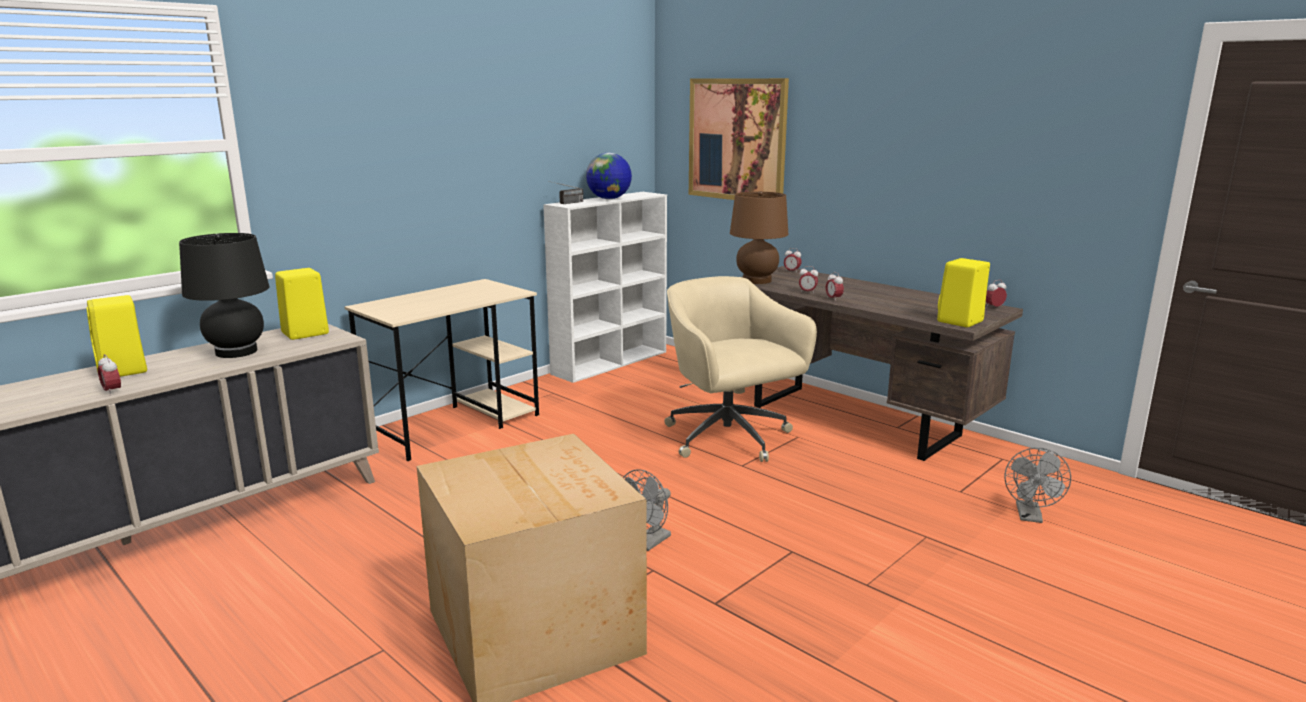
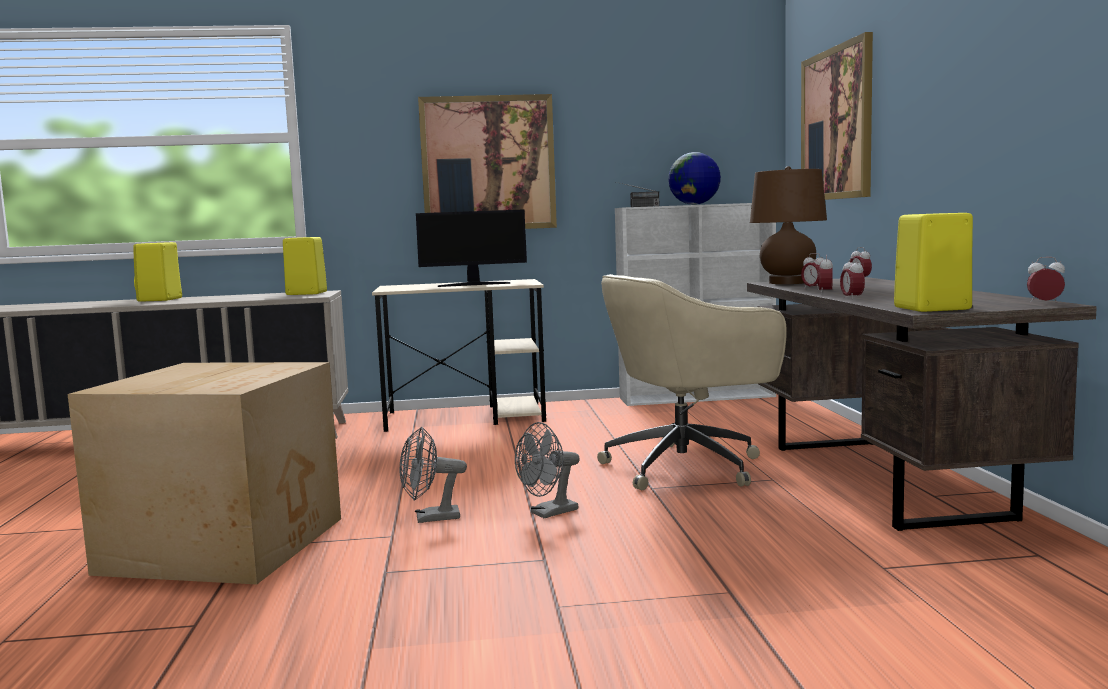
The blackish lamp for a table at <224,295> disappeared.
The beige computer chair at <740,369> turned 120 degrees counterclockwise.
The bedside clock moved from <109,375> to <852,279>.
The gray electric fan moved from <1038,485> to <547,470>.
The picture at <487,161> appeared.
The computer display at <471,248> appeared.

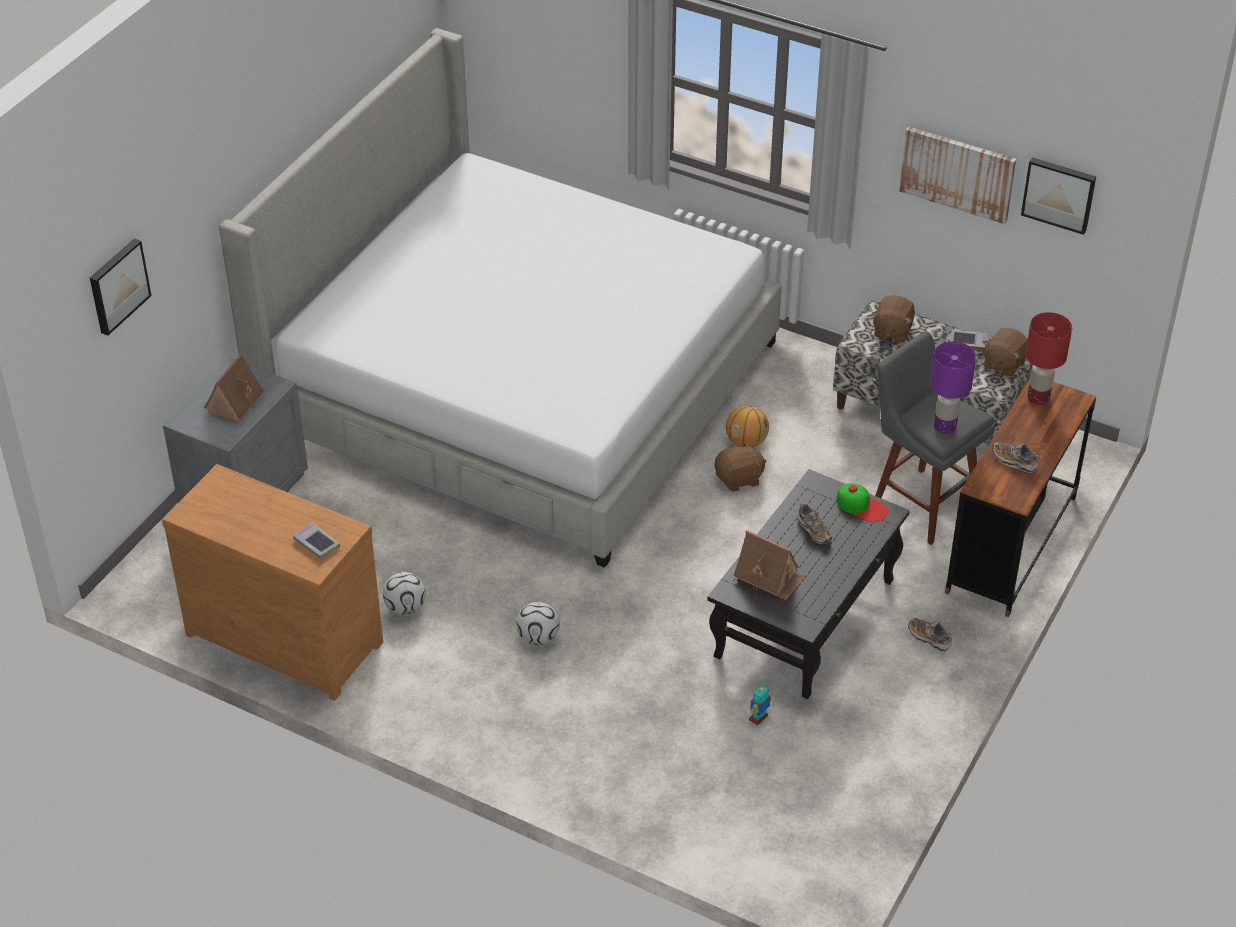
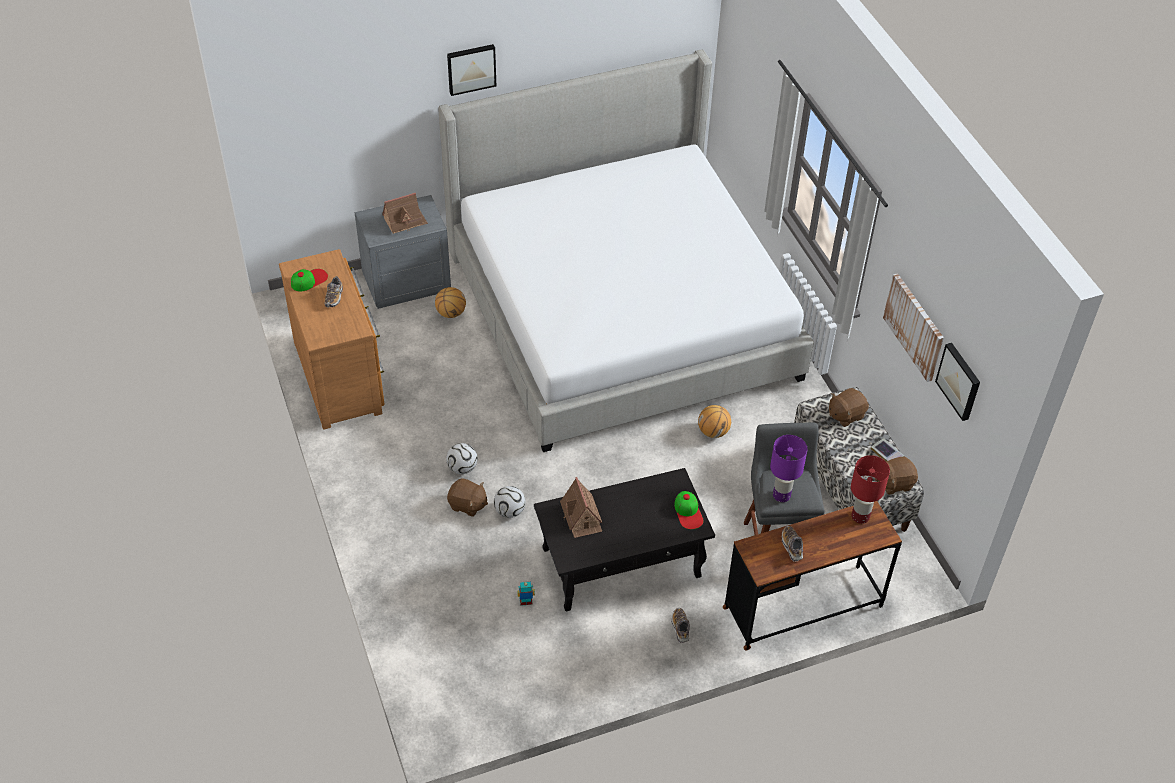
The picture moved from <120,287> to <471,70>.
The brown-coloured plush toy moved from <740,466> to <467,497>.
The low shoe moved from <814,523> to <334,292>.
The book at <316,540> disappeared.
The football ball moved from <404,593> to <510,502>.
The peaked cap at <309,280> appeared.
The basketball ball at <450,302> appeared.

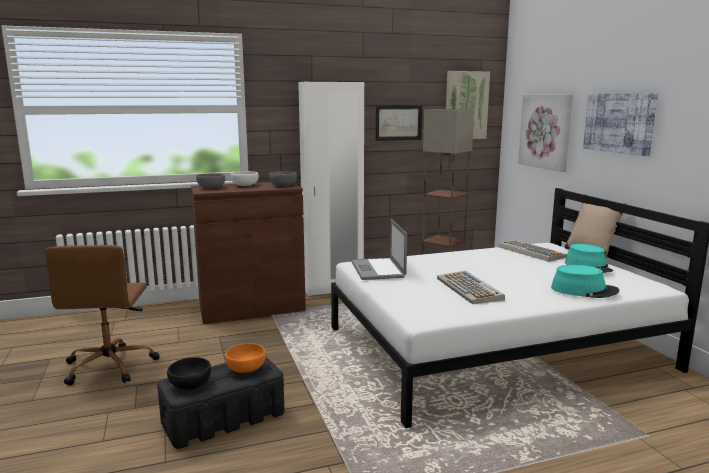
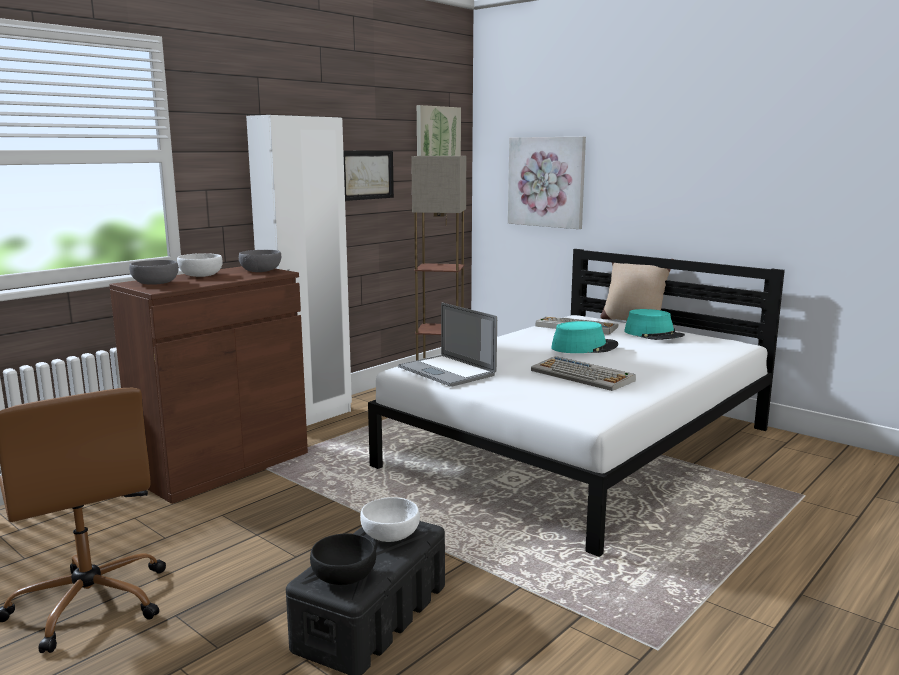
The picture at <620,124> disappeared.
The turquoise hat moved from <585,281> to <584,337>.
The orange-coloured deep dish at <245,358> became the white-coloured deep dish at <390,519>.

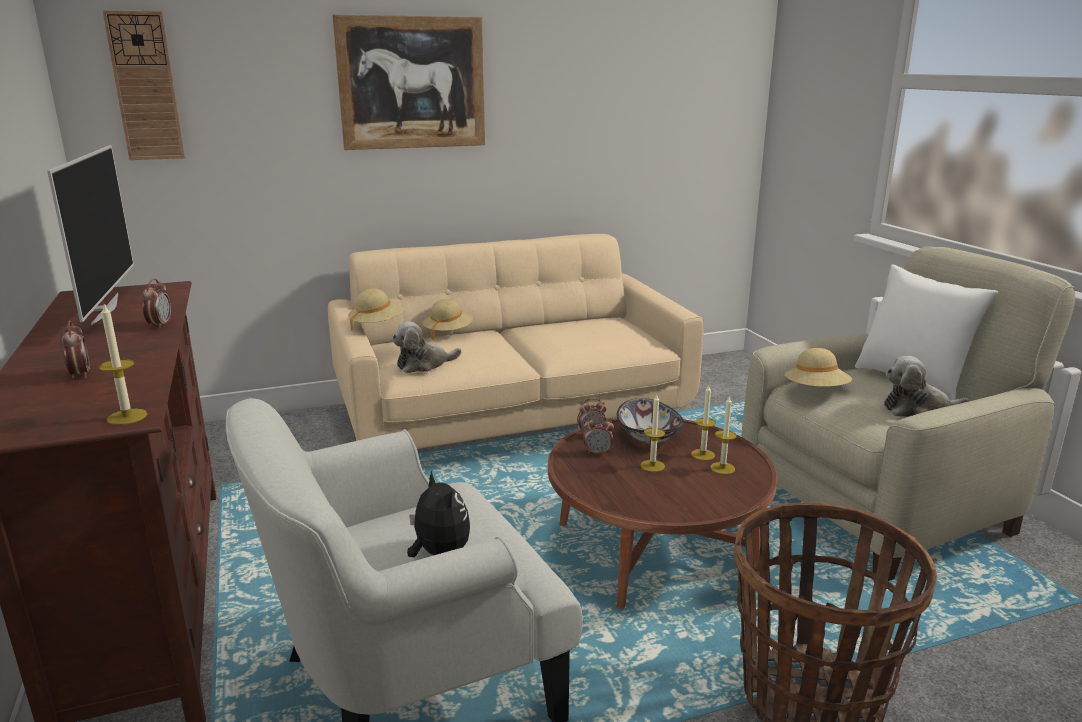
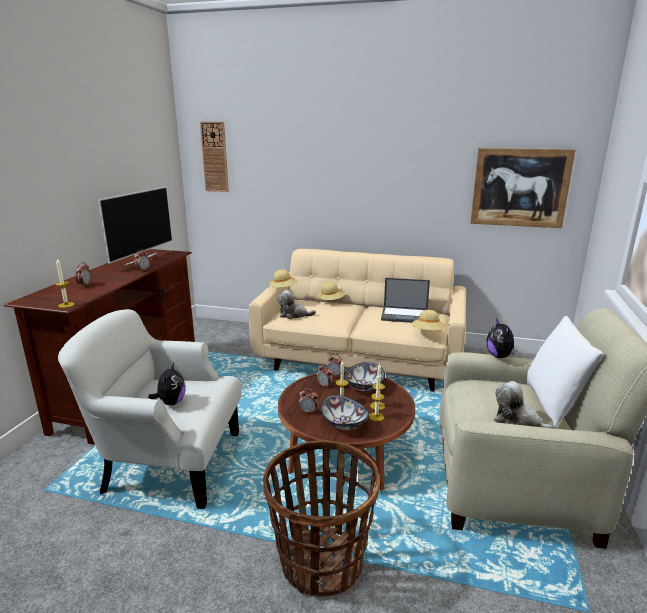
The picture moved from <408,82> to <522,188>.
The beige hat moved from <818,367> to <429,320>.
The portable computer at <405,300> appeared.
The plush toy at <502,338> appeared.
The bedside clock at <308,401> appeared.
The deep dish at <344,412> appeared.

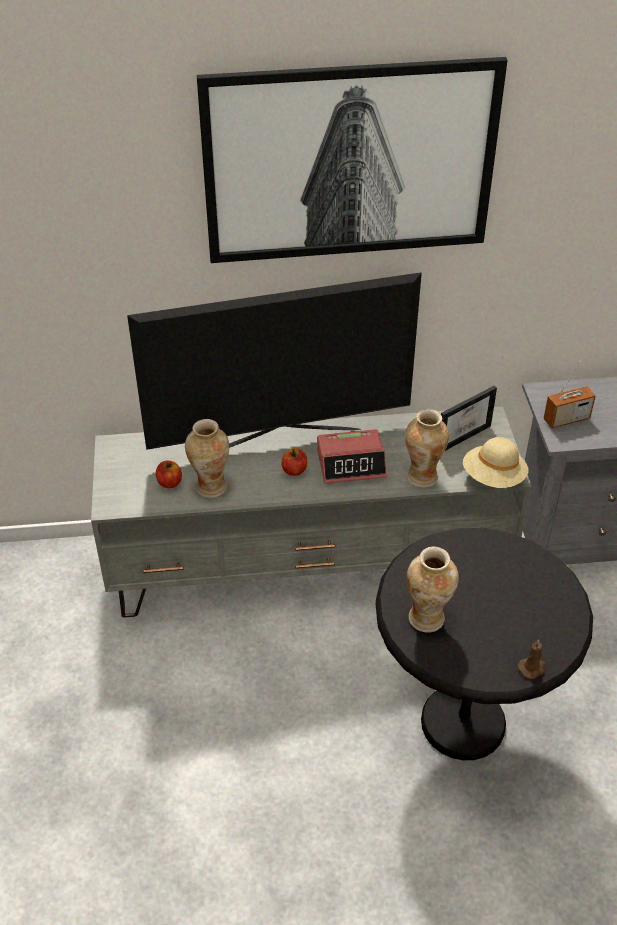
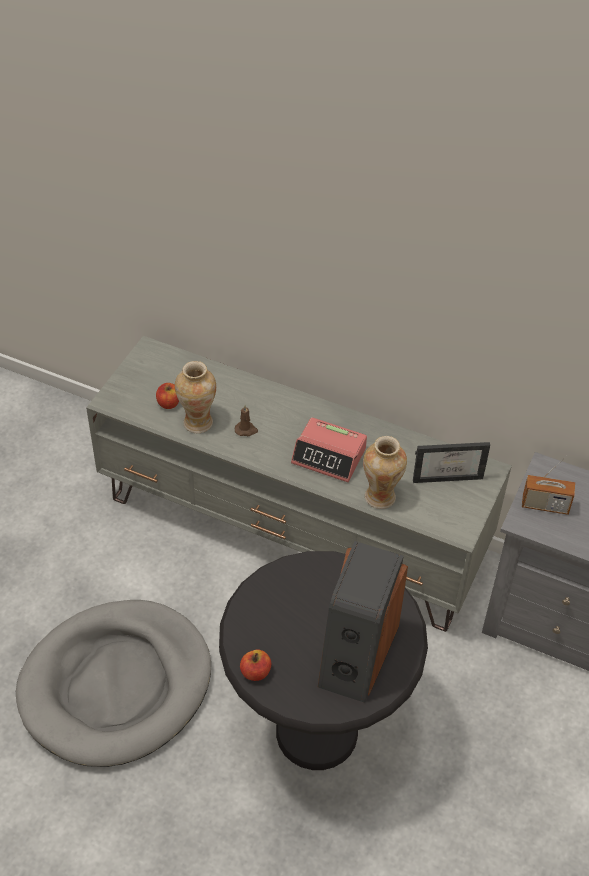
The picture at <352,160> disappeared.
The TV set at <274,361> disappeared.
The beige hat at <495,462> disappeared.
The apple moved from <294,462> to <255,665>.
The decorative vase at <433,590> disappeared.
The brown-coloured wax light moved from <532,659> to <246,420>.
The audio speaker at <363,622> appeared.
The gray dog cushion at <113,683> appeared.

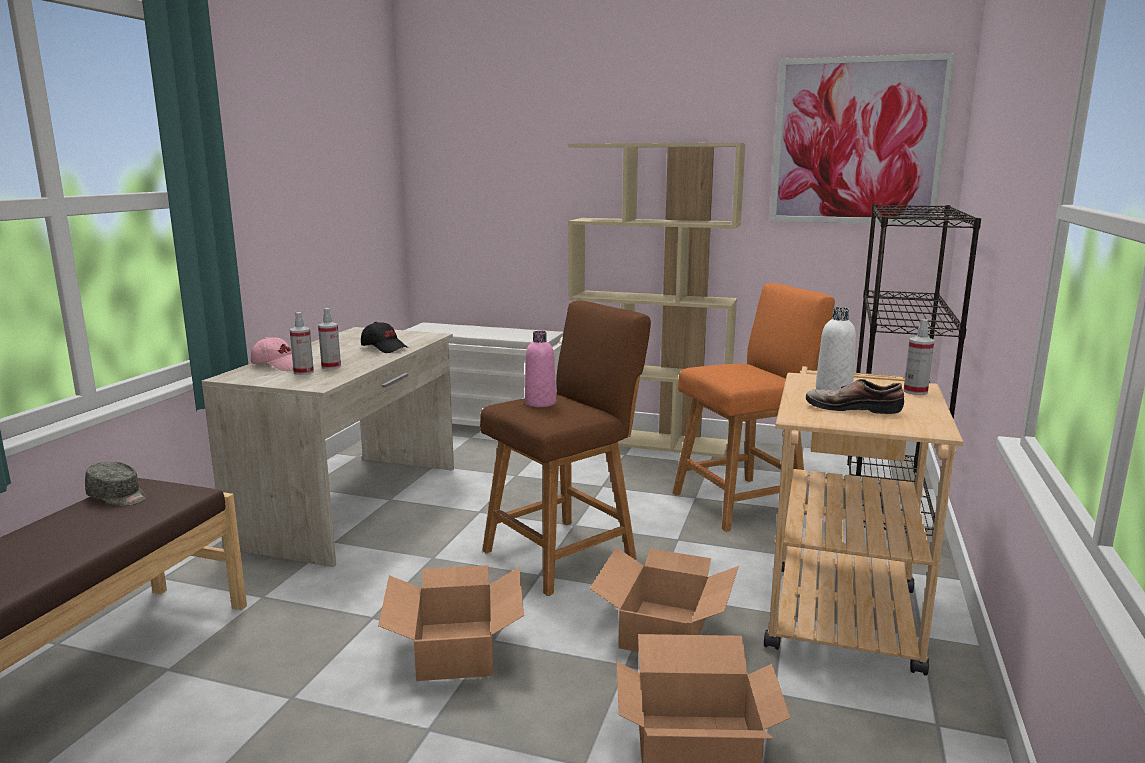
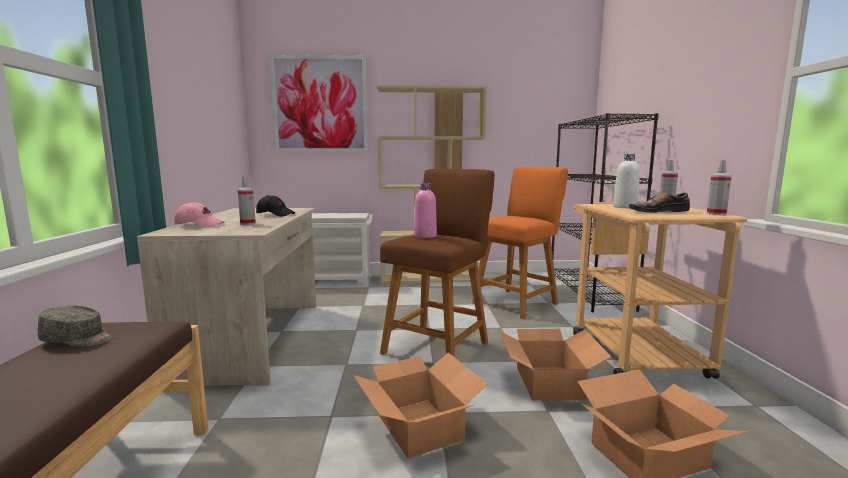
The picture moved from <862,139> to <319,103>.
The hand sprayer moved from <302,343> to <719,187>.

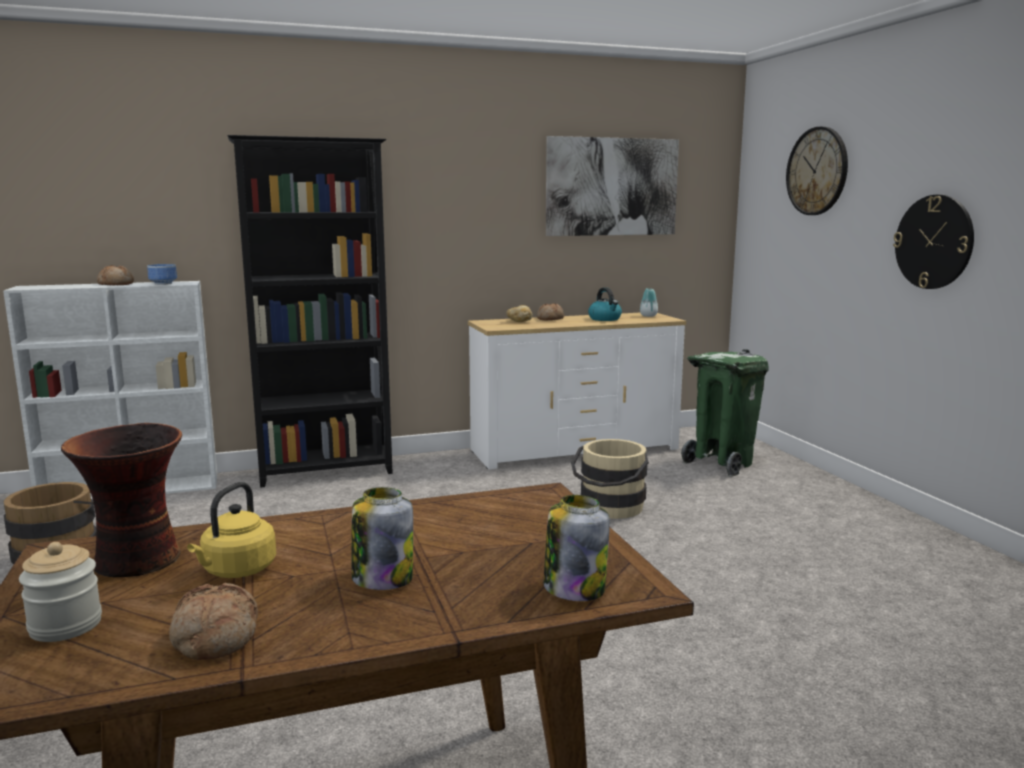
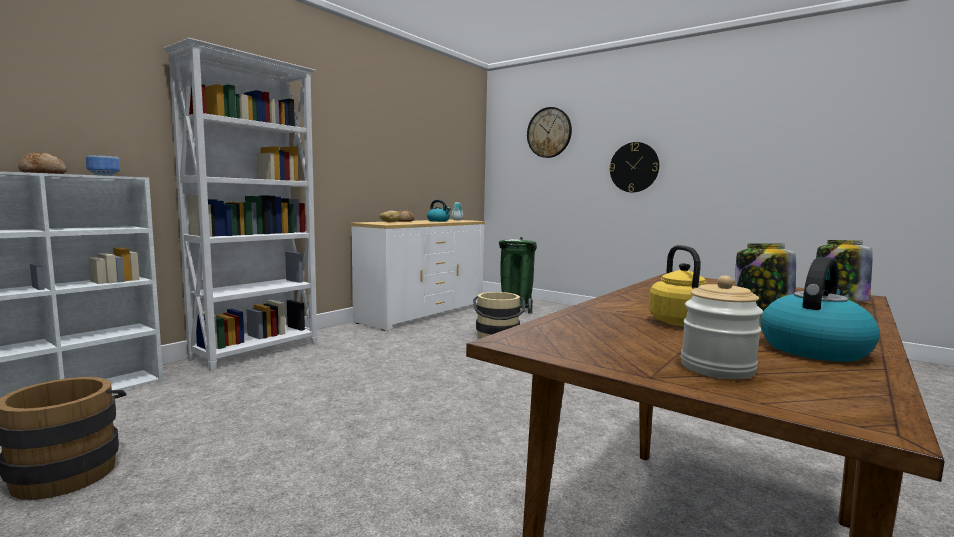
The blackish bookshelf at <310,311> became the white-coloured bookshelf at <240,204>.
The picture at <612,186> disappeared.
The decorative vase at <121,500> disappeared.
The bread at <213,621> was replaced by the kettle at <820,309>.

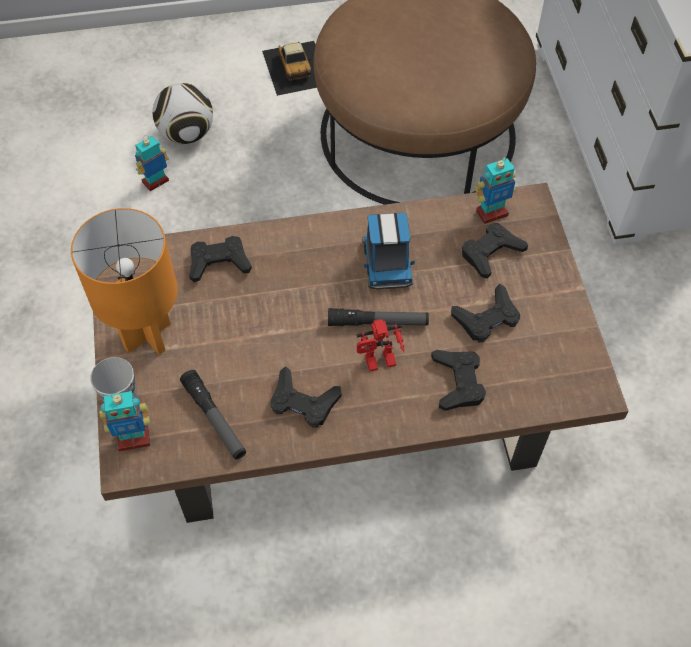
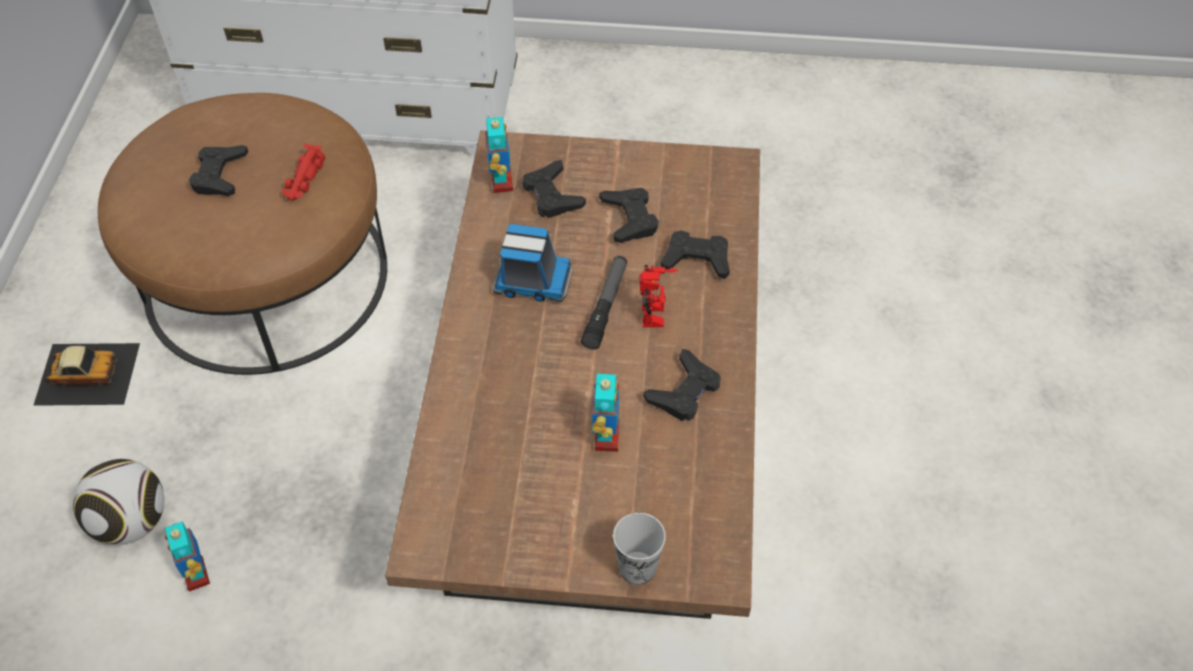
The orange-coloured lamp for a table at <124,281> disappeared.
The blackish game controller moved from <220,259> to <218,170>.
The hand torch at <213,414> disappeared.
The toy robot moved from <124,421> to <606,413>.
The red miniature car at <304,172> appeared.

